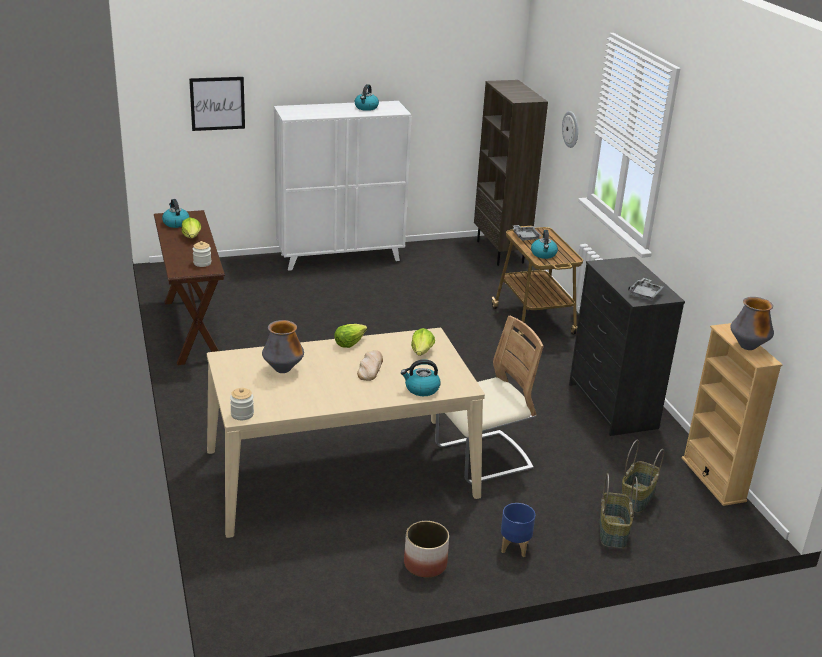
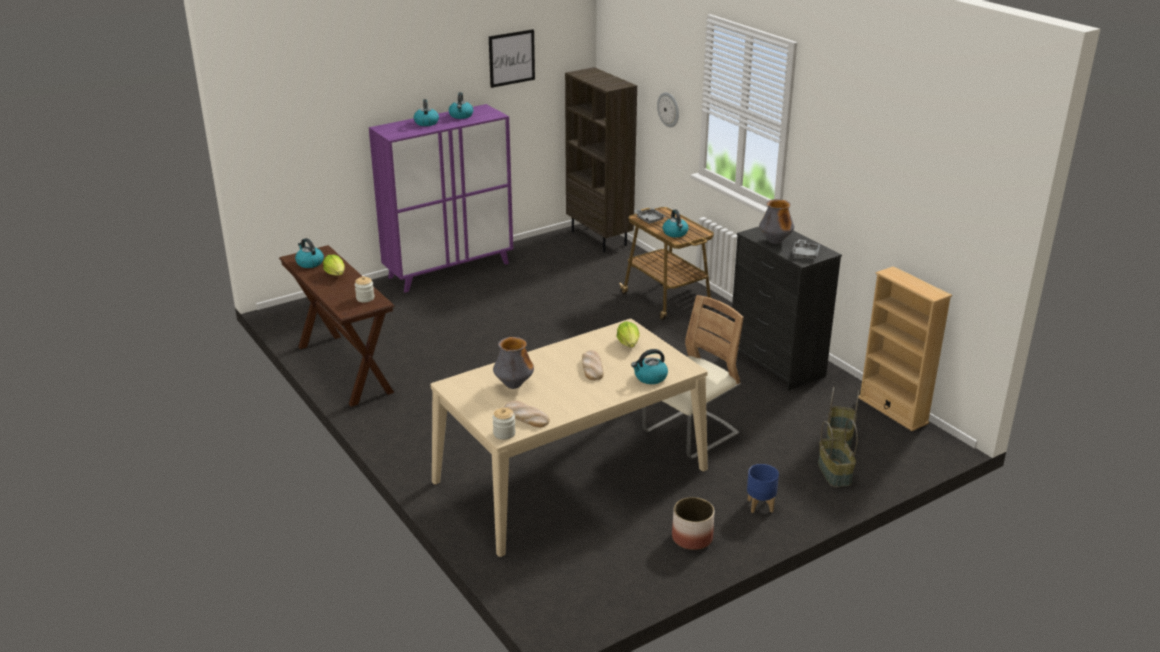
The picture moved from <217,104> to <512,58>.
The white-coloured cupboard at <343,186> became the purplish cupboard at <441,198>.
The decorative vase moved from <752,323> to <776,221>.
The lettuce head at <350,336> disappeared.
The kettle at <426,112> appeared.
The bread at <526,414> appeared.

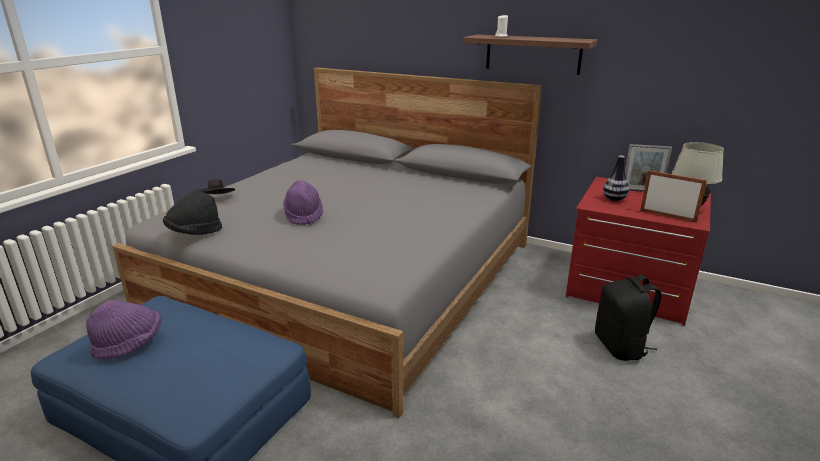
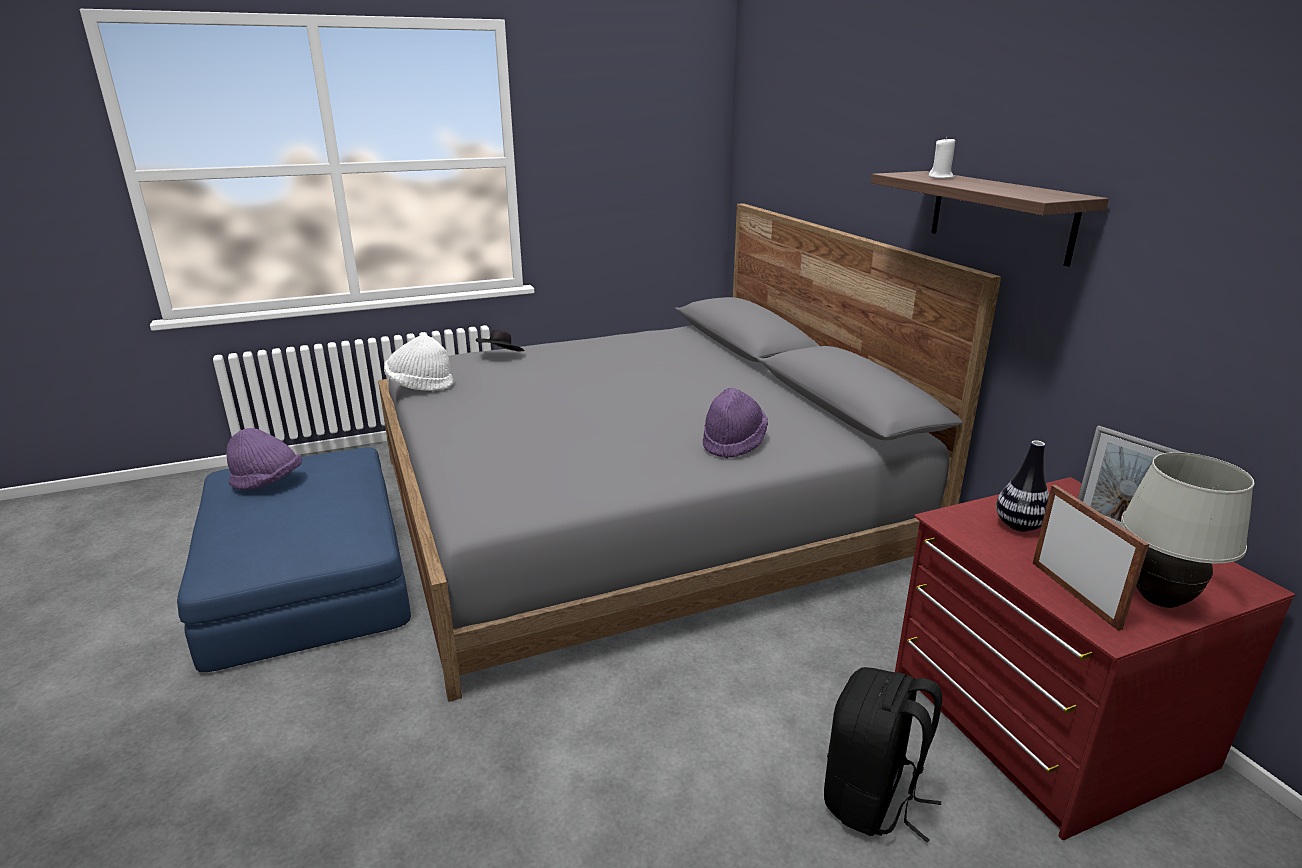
The purplish hat moved from <303,202> to <735,423>.
The blackish hat at <192,212> became the white-coloured hat at <419,363>.

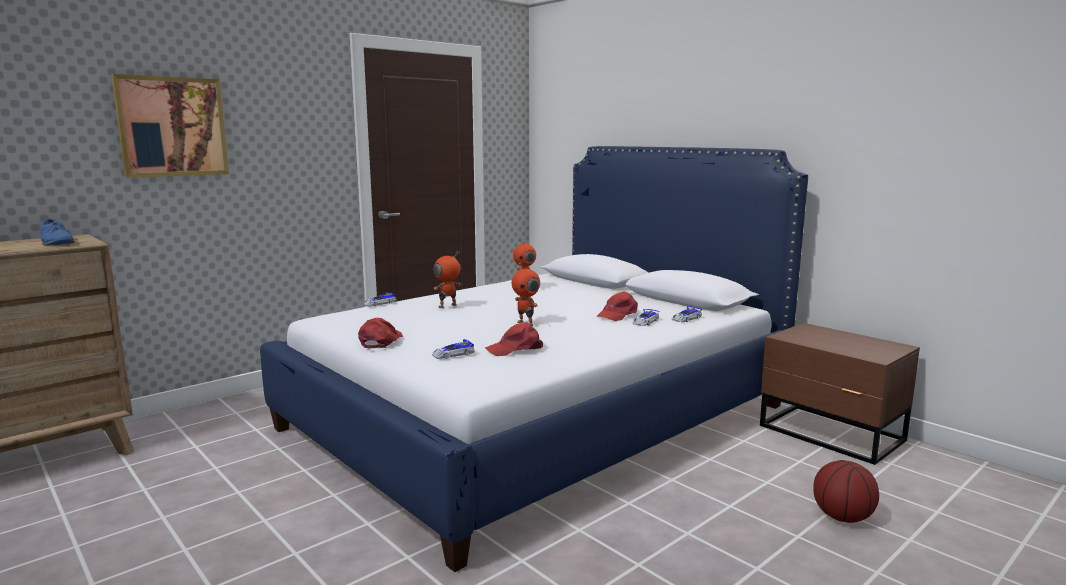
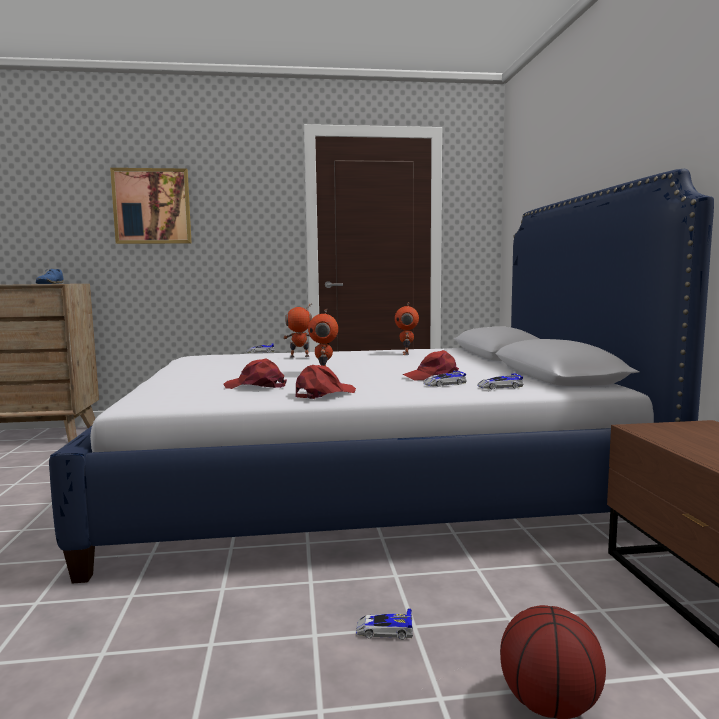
The red peaked cap moved from <380,333> to <325,382>.
The miniature car moved from <453,349> to <384,624>.

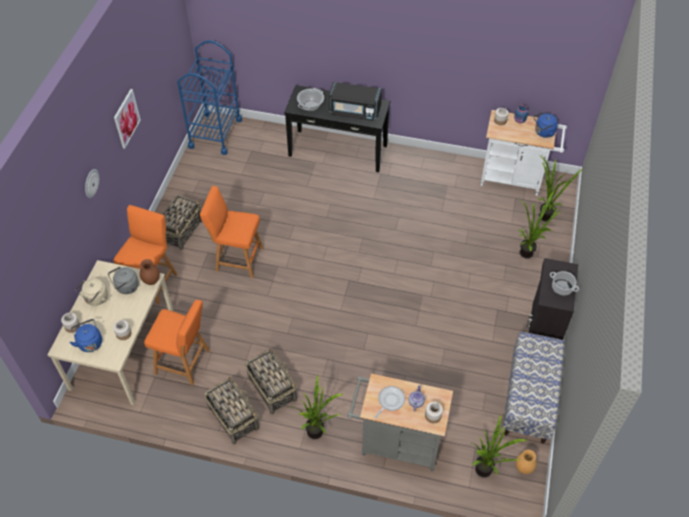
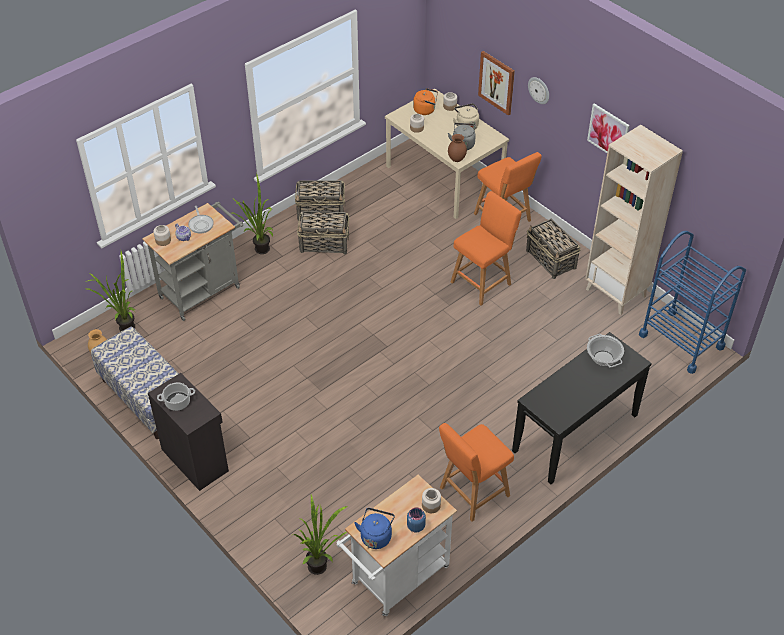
The blackish microwave at <355,101> disappeared.
The plant in a pot at <539,224> disappeared.
The orange-coloured sitting stool moved from <177,342> to <476,472>.
The blue-coloured kettle at <85,335> became the orange-coloured kettle at <425,101>.
The picture at <496,83> appeared.
The beige bookshelf at <634,220> appeared.

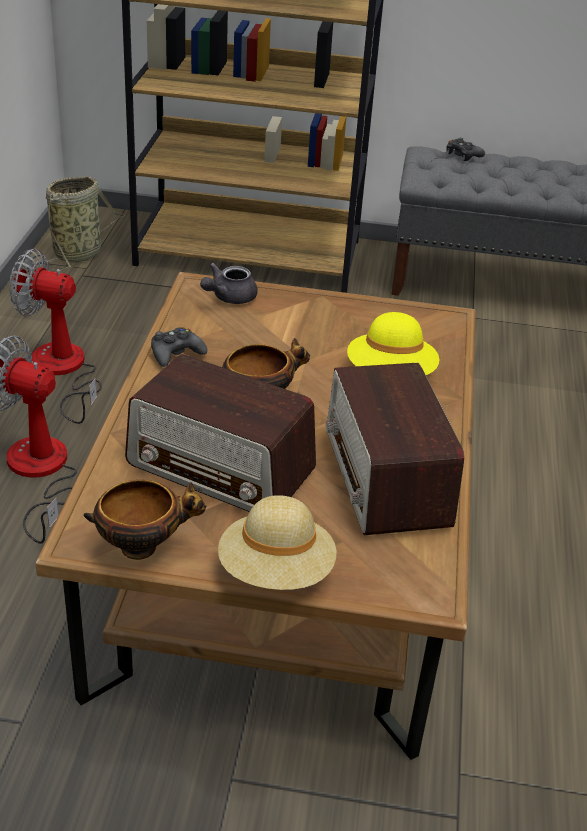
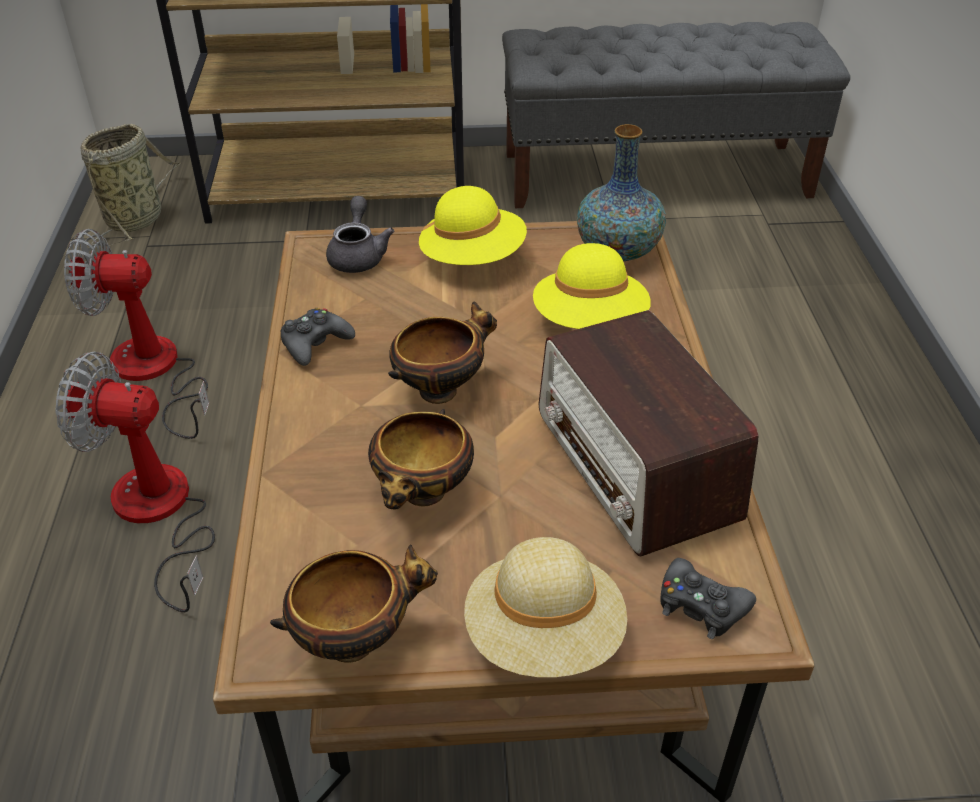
The blackish game controller moved from <465,149> to <708,598>.
The gray pot for tea at <229,283> turned 150 degrees clockwise.
The radio receiver at <220,433> was replaced by the deep dish at <421,459>.
The decorative vase at <621,192> appeared.
The yellowish hat at <473,225> appeared.

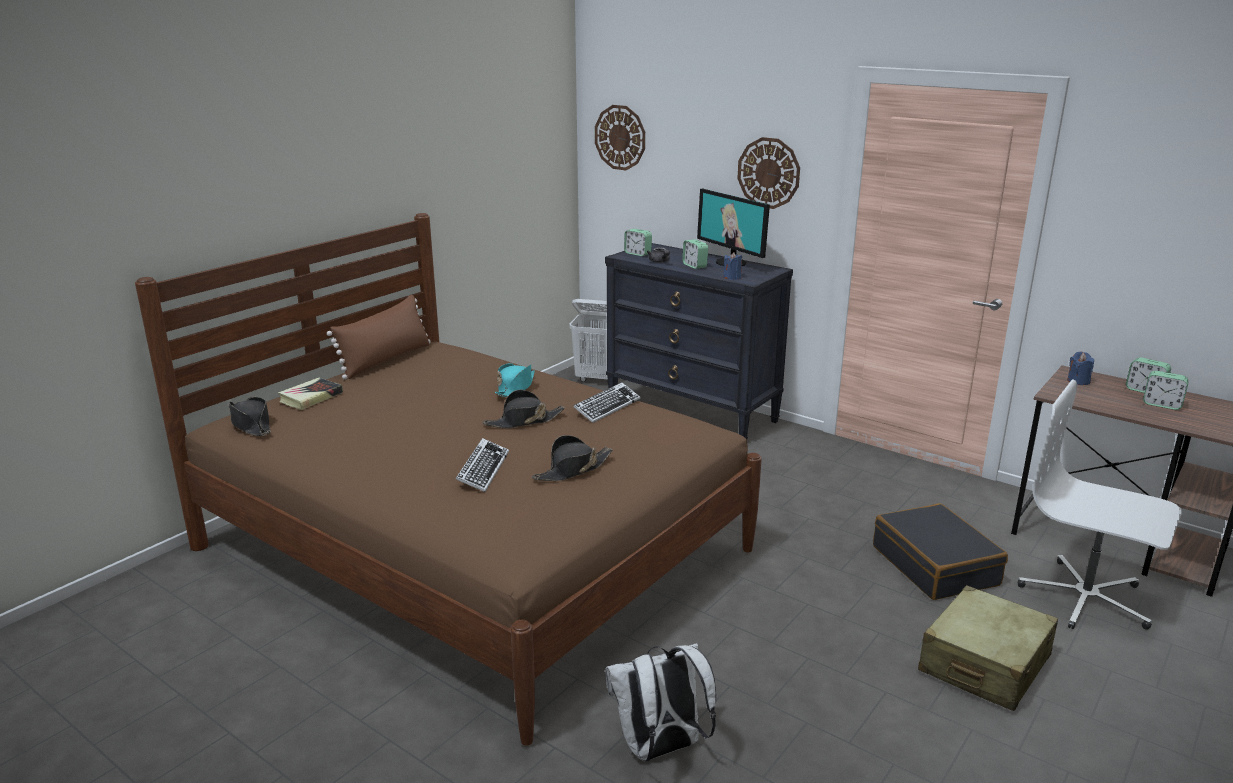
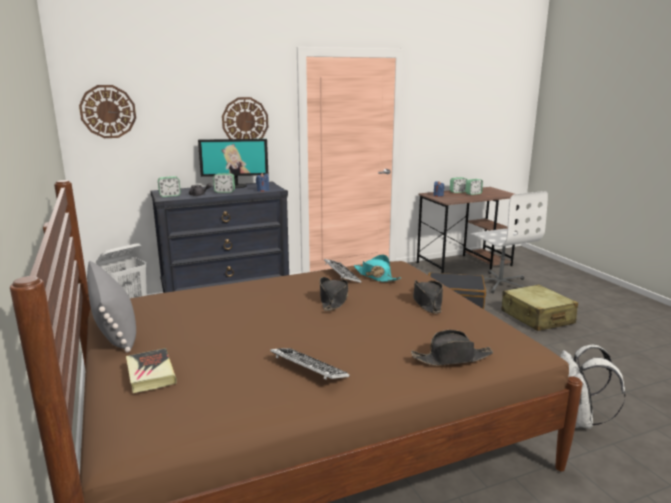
The brown-coloured throw pillow at <379,337> became the gray throw pillow at <111,307>.
The turquoise hat moved from <515,380> to <377,268>.
The white-coloured computer chair at <1100,504> turned 90 degrees counterclockwise.
The blackish hat moved from <250,416> to <452,348>.
The computer keyboard moved from <482,465> to <310,364>.

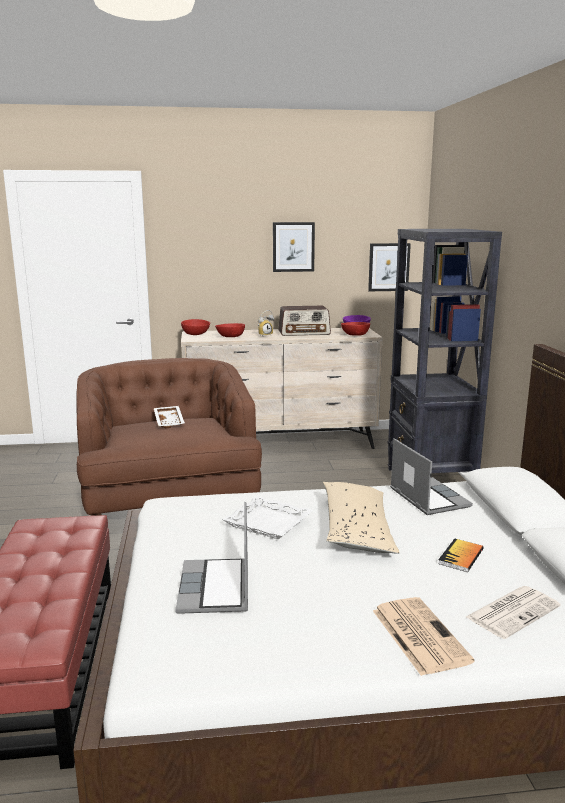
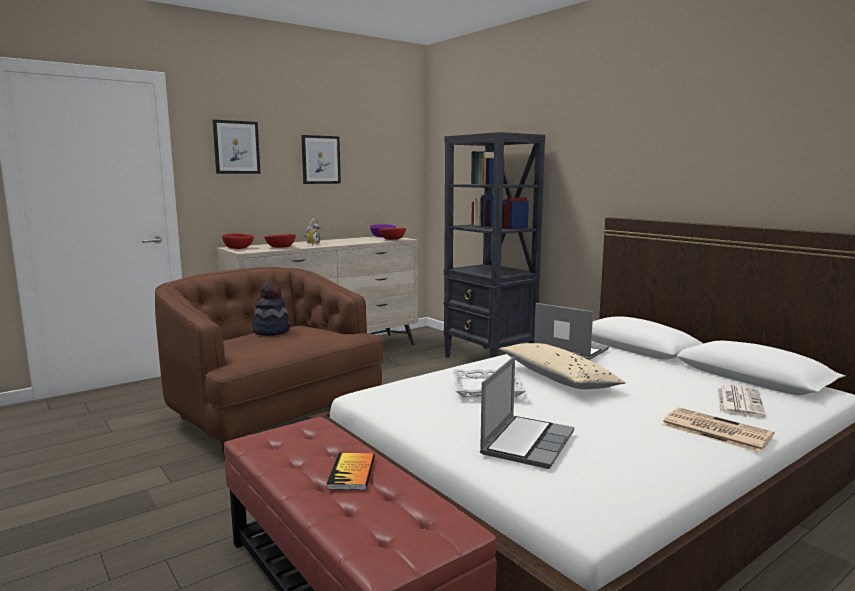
The picture moved from <389,267> to <237,147>.
The radio receiver at <304,321> disappeared.
The white-coloured carrying tray at <169,417> was replaced by the hat at <271,309>.
The portable computer at <211,558> turned 120 degrees counterclockwise.
The book moved from <461,555> to <351,471>.

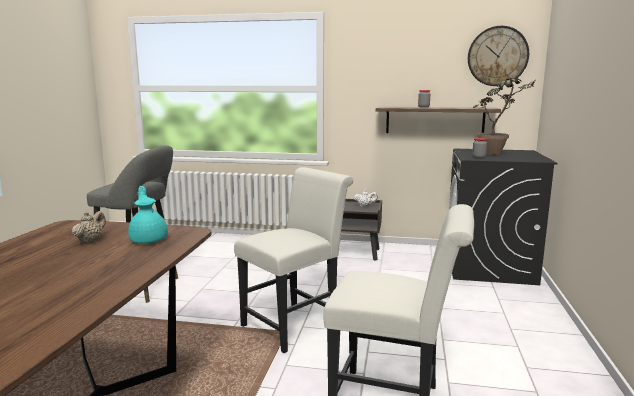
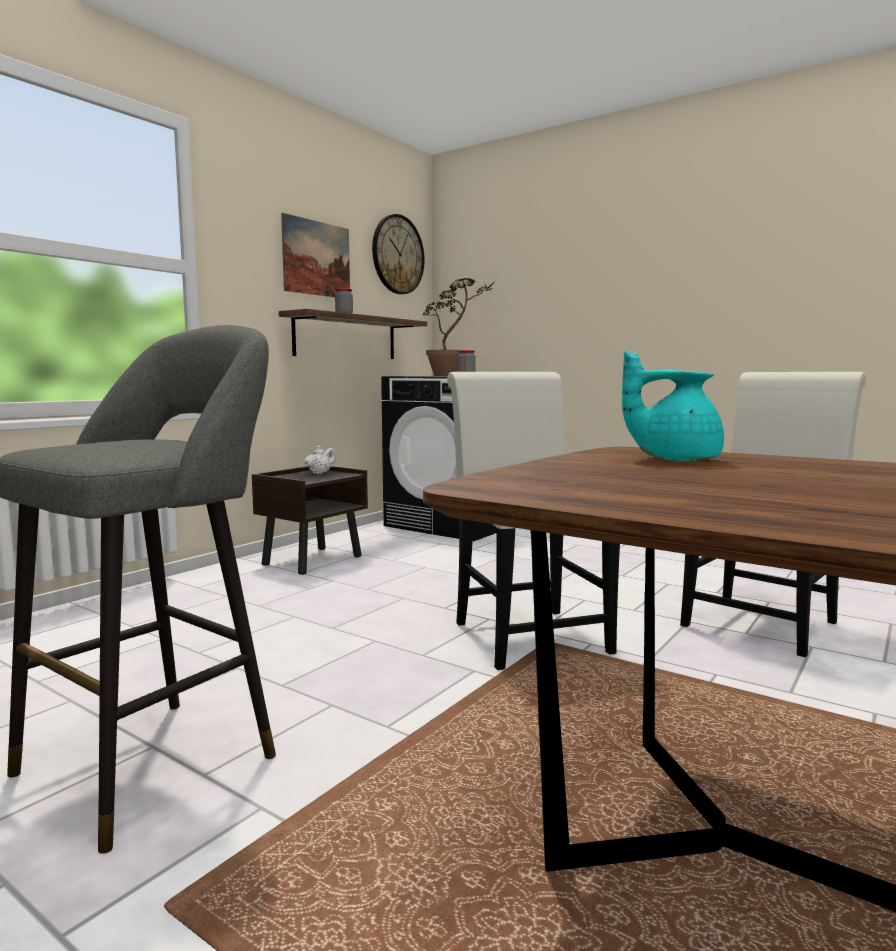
The beige pot for tea at <89,227> disappeared.
The picture at <315,255> appeared.

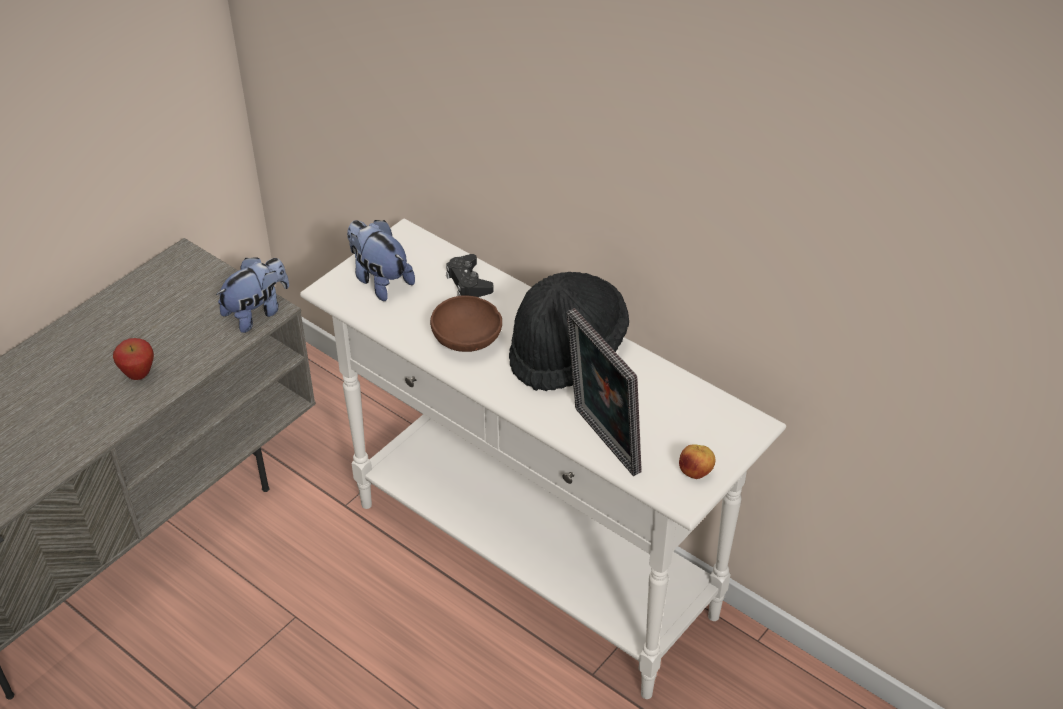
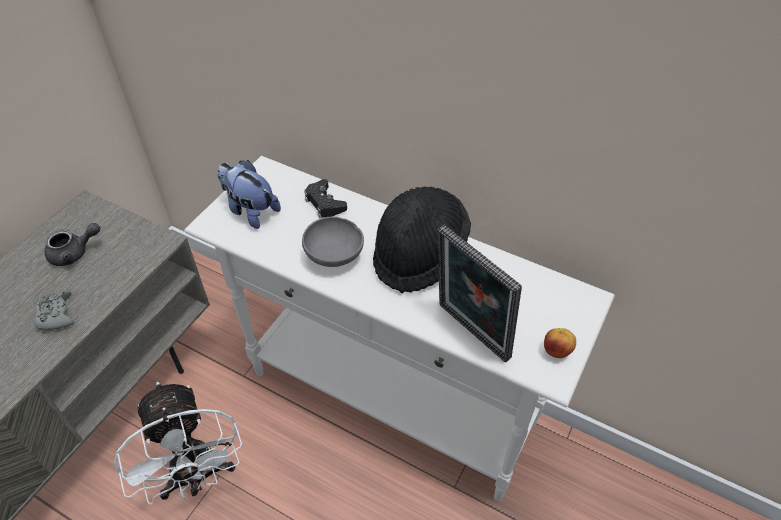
The plush toy at <252,295> disappeared.
The brown-coloured deep dish at <466,323> became the gray deep dish at <333,242>.
The apple at <133,359> was replaced by the gray game controller at <53,310>.
The gray pot for tea at <72,244> appeared.
The white-coloured electric fan at <178,443> appeared.

